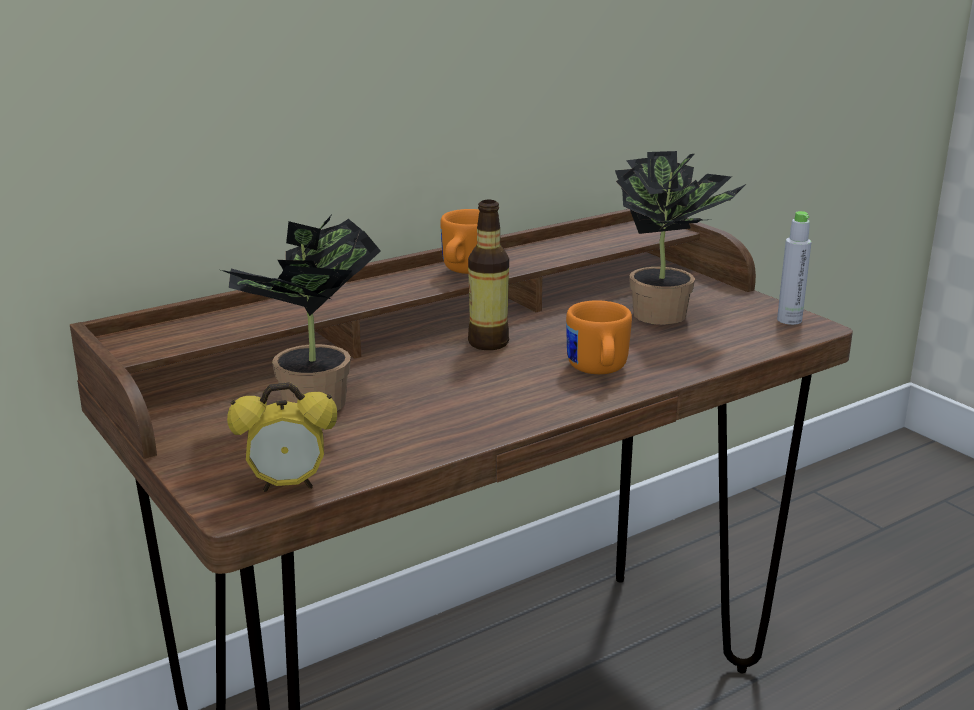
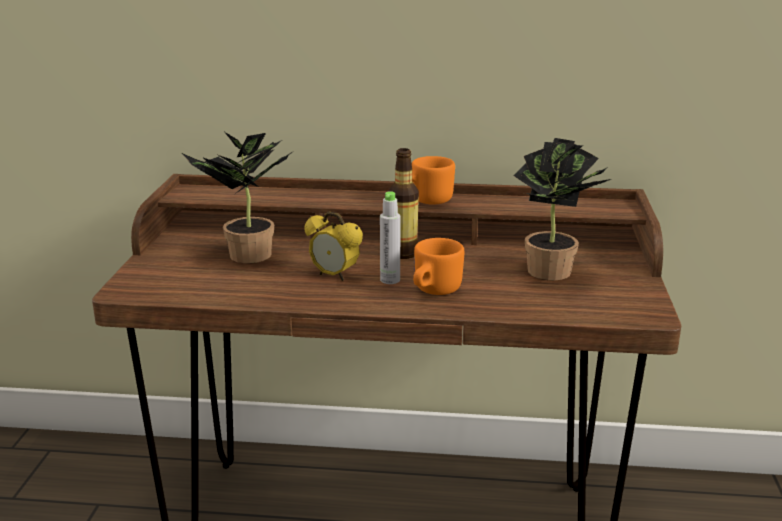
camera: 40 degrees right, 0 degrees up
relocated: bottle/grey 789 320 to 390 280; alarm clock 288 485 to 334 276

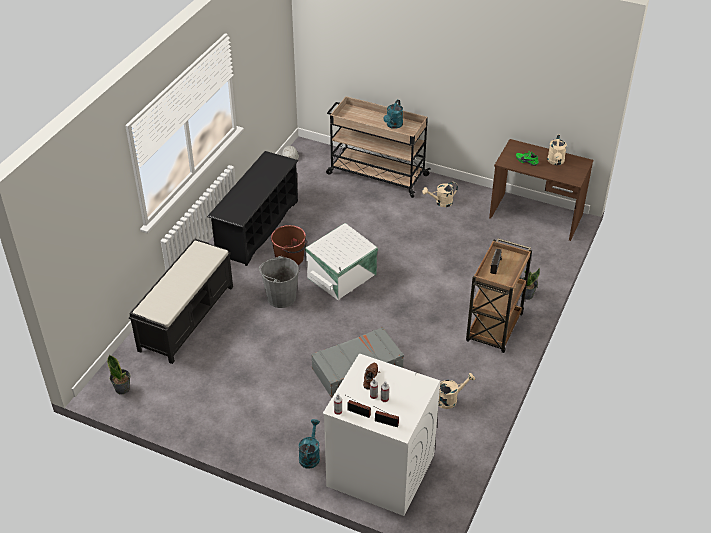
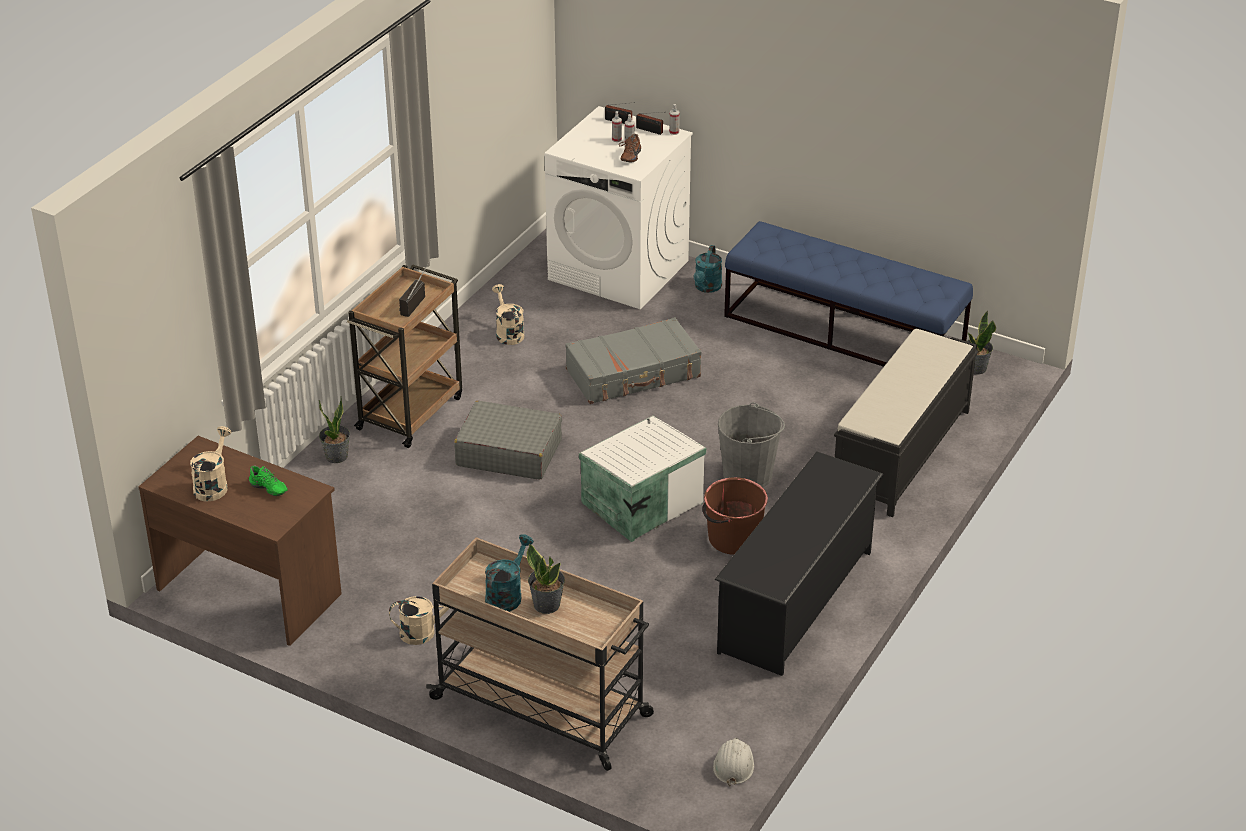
camera: 175 degrees left, 5 degrees down
appeared: bench/blue 844 331; suitcase/grey 508 452; potted plant 547 604
spun: watering can/beige 450 399 = 508 333 90 degrees clockwise

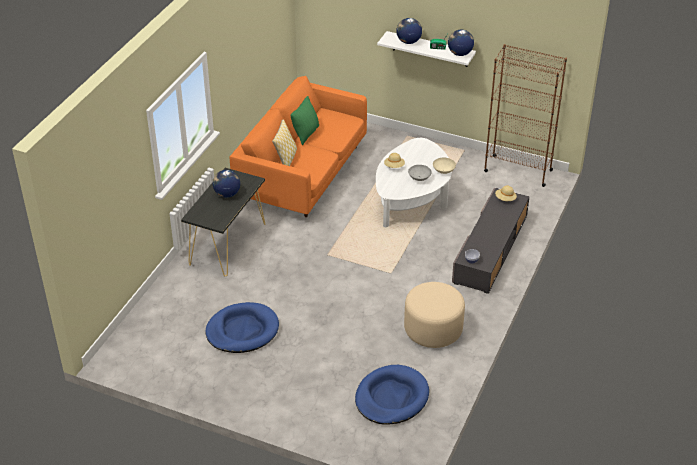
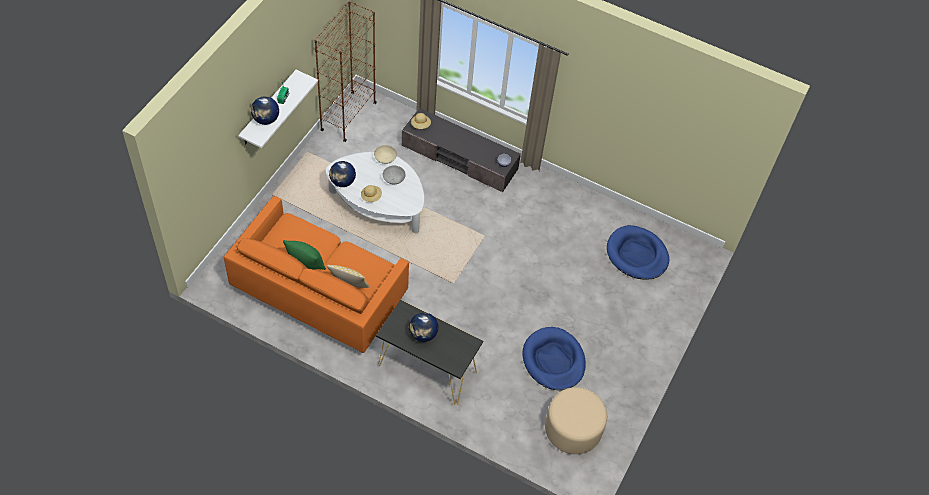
camera: 90 degrees left, 15 degrees up
relocated: globe 460 54 to 342 182; ottoman/beige 433 329 to 573 429

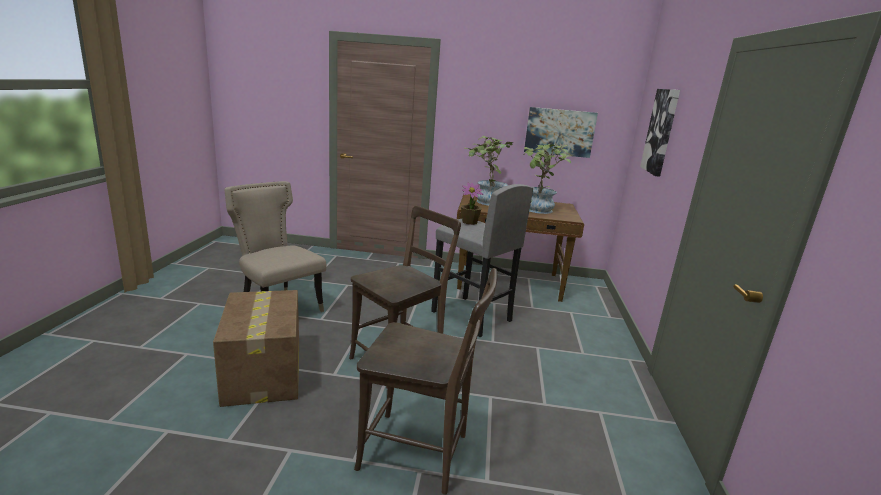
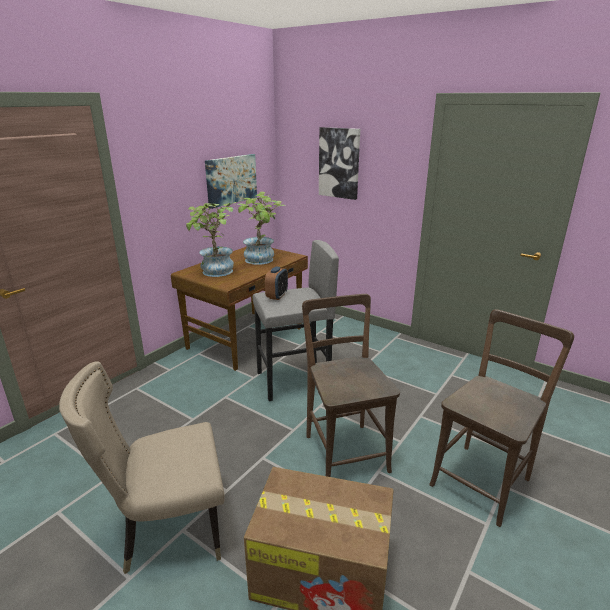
camera: 60 degrees left, 5 degrees up
exchanged: potted plant 470 222 to alarm clock 277 296

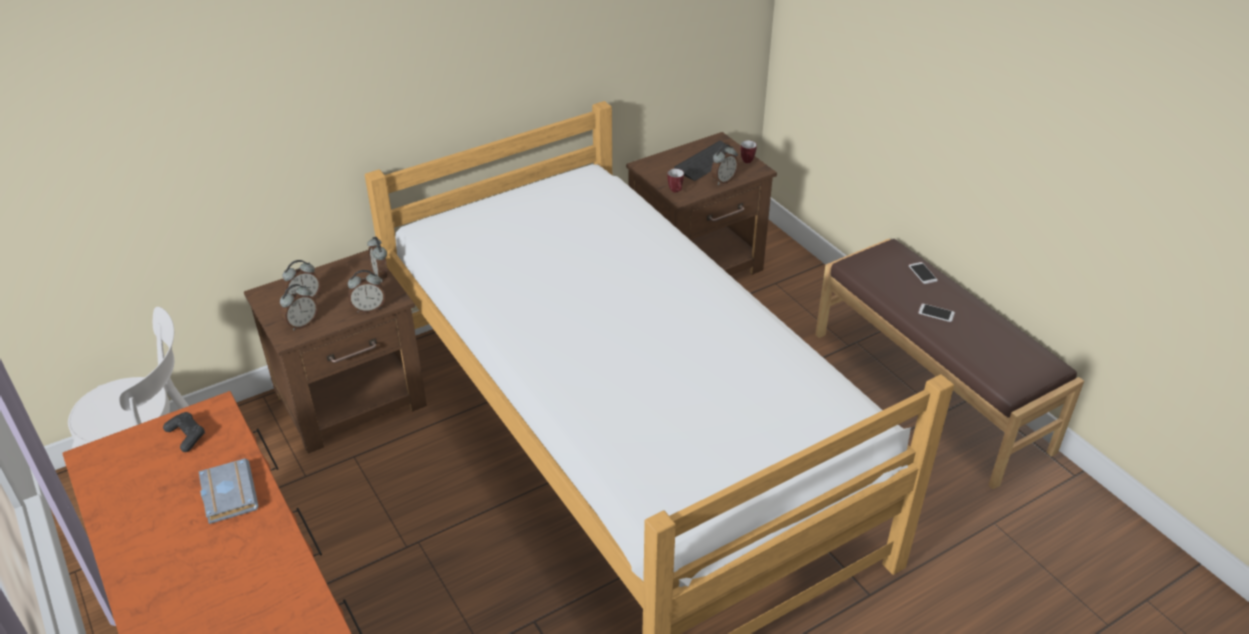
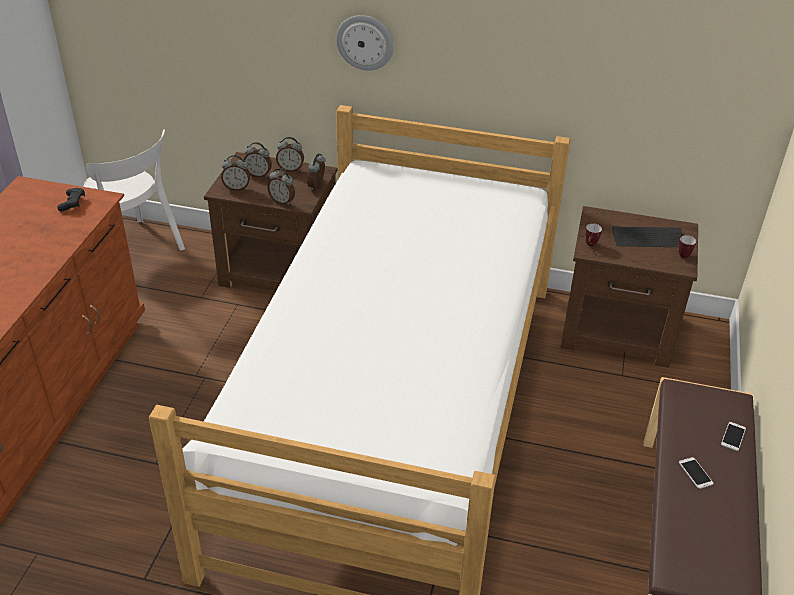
camera: 45 degrees right, 0 degrees up
missing: book/grey 227 494
appeared: wall clock 365 42
relocated: alarm clock 723 180 to 290 169

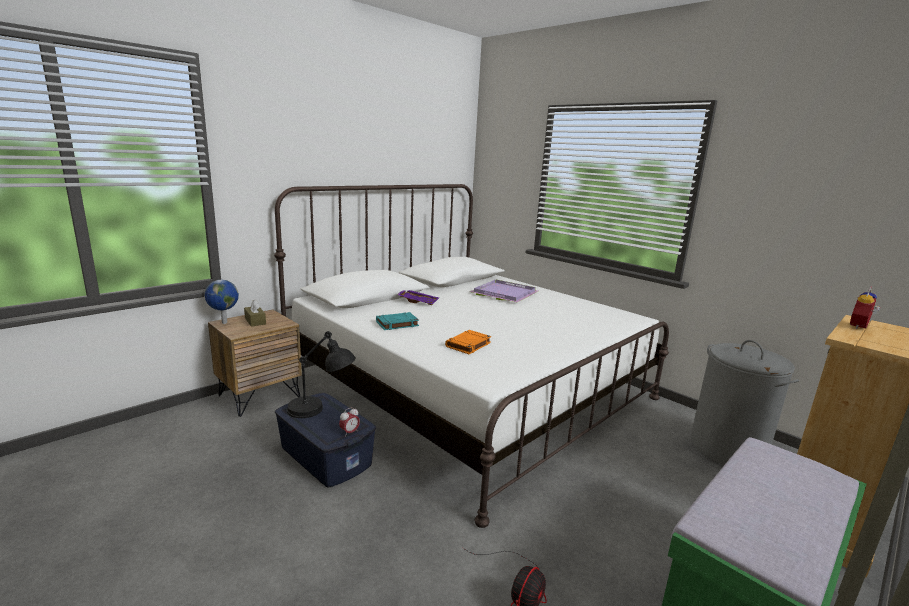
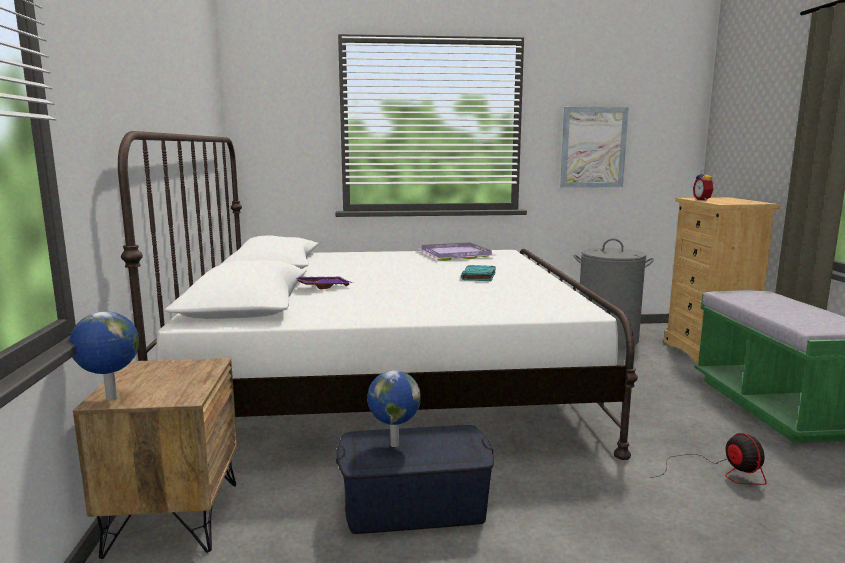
camera: 50 degrees left, 5 degrees down
missing: tissue box/brown 255 321; book/orange 468 345; alarm clock 349 432
appeared: picture 593 147
relocated: tray/purple 503 293 to 455 255; book/turquoise 396 324 to 479 276
exchanged: table lamp/black 321 410 to globe 393 444

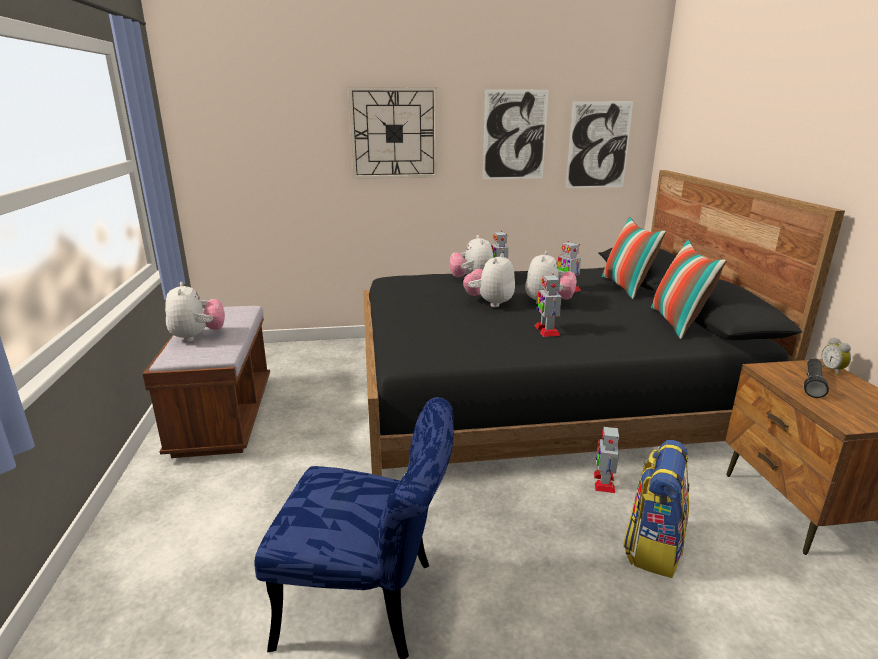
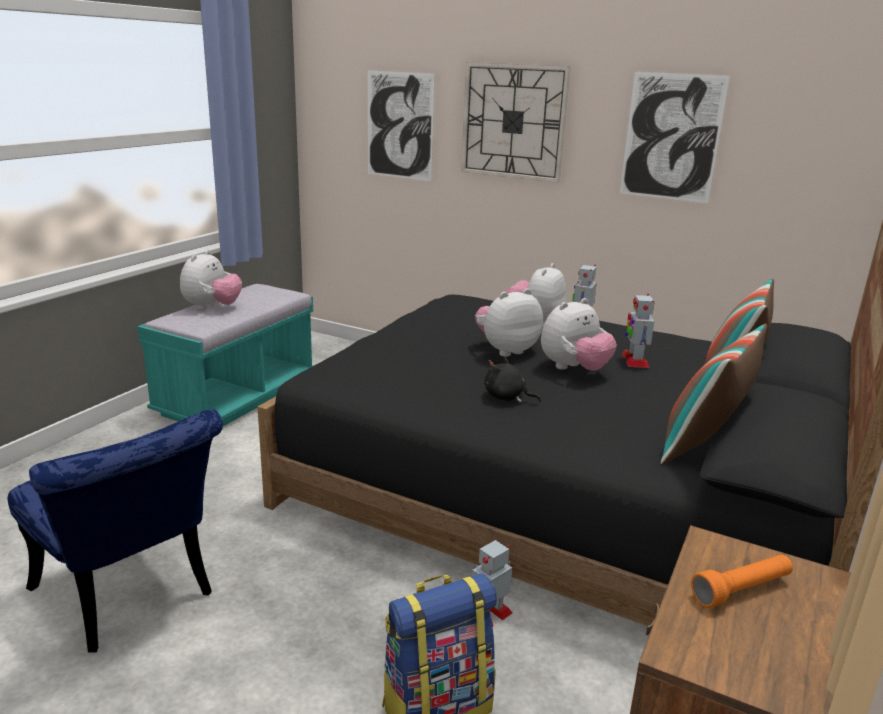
camera: 35 degrees right, 0 degrees up
missing: alarm clock 833 370
relocated: picture 598 145 to 399 126
exchanged: toy robot 546 330 to plush toy/black 507 397
colour: bench/brown 223 417 to bench/turquoise 237 397; flashlight/black 812 384 to flashlight/orange 741 590

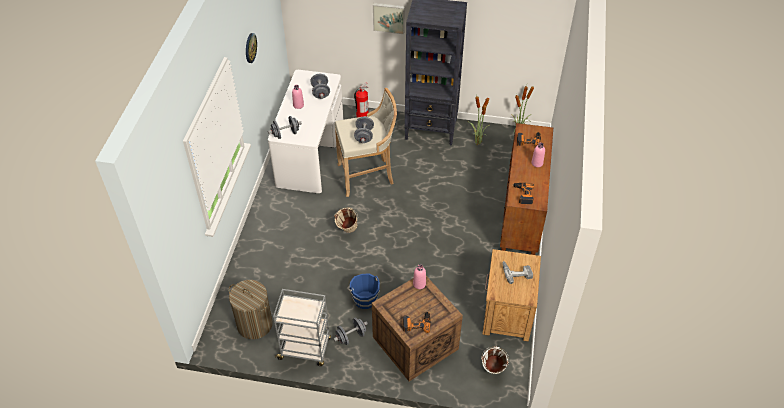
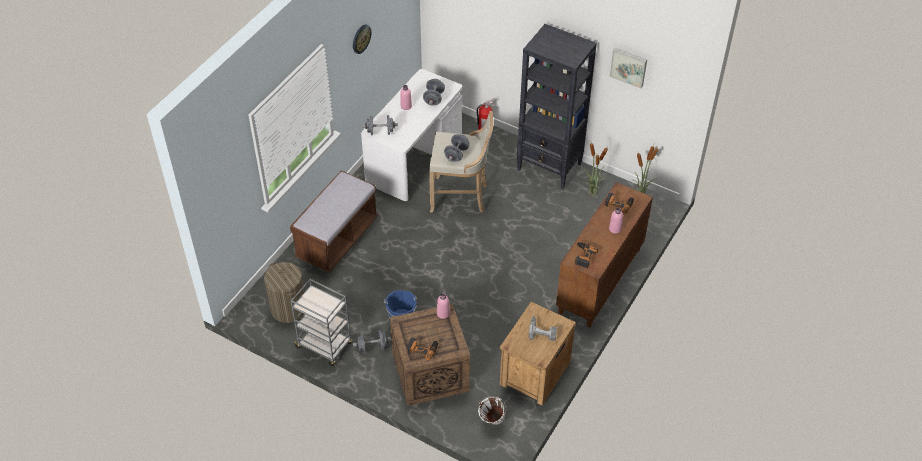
camera: 20 degrees right, 0 degrees up
missing: bucket/beige 347 231
appeared: bench/brown 337 239
relocated: picture 389 17 to 629 67

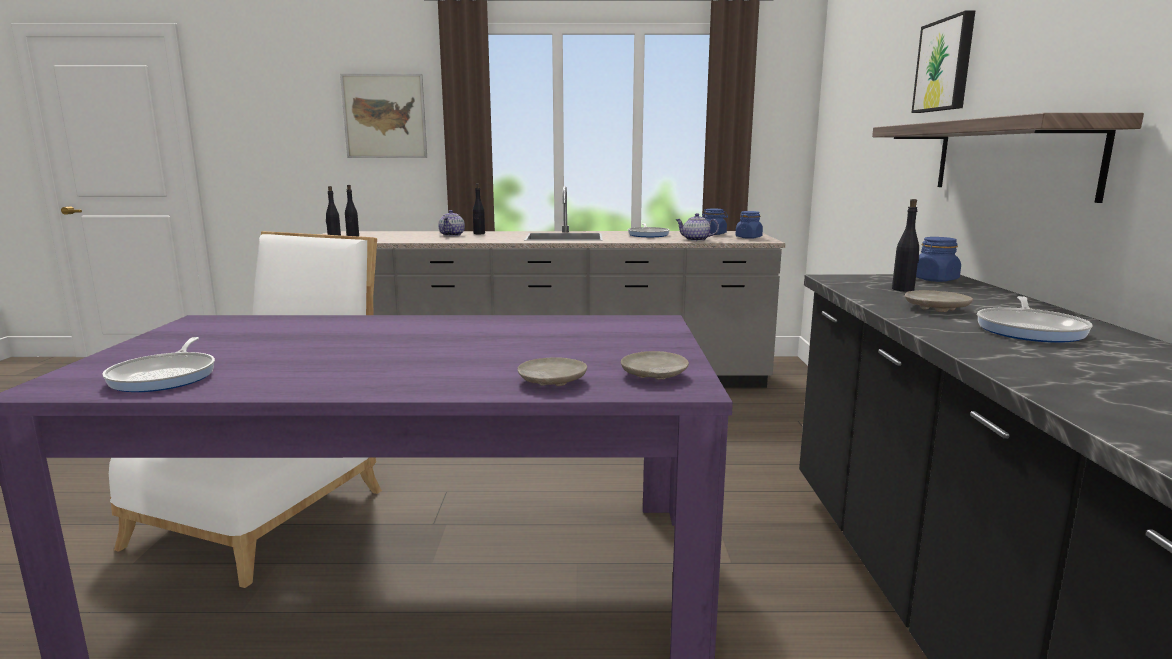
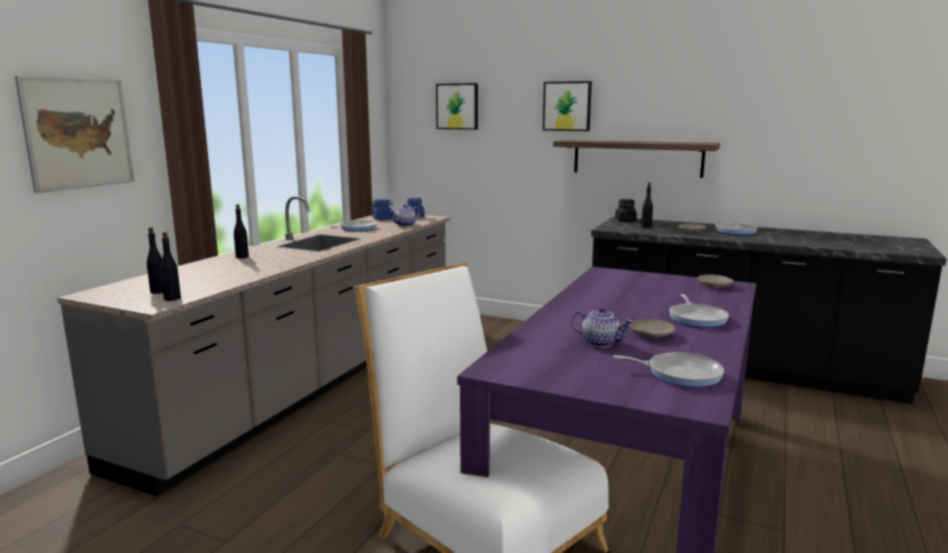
camera: 65 degrees left, 0 degrees up
appeared: picture 457 106; frying pan 697 318
relocated: teapot 452 235 to 600 342; plate/beige 551 381 to 651 335
colour: jar/blue 934 279 to jar/black 625 221

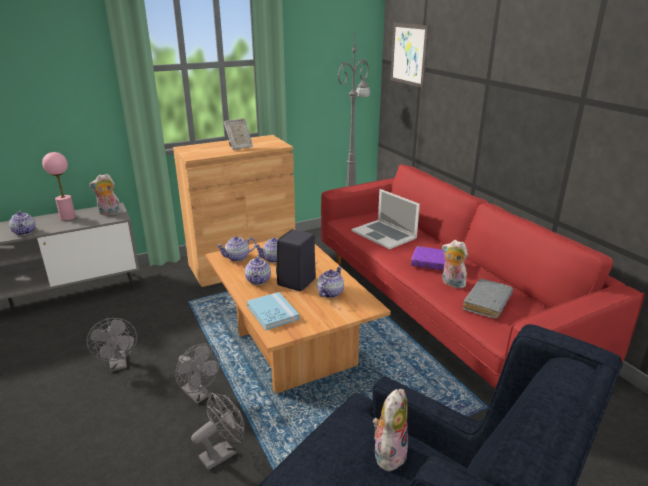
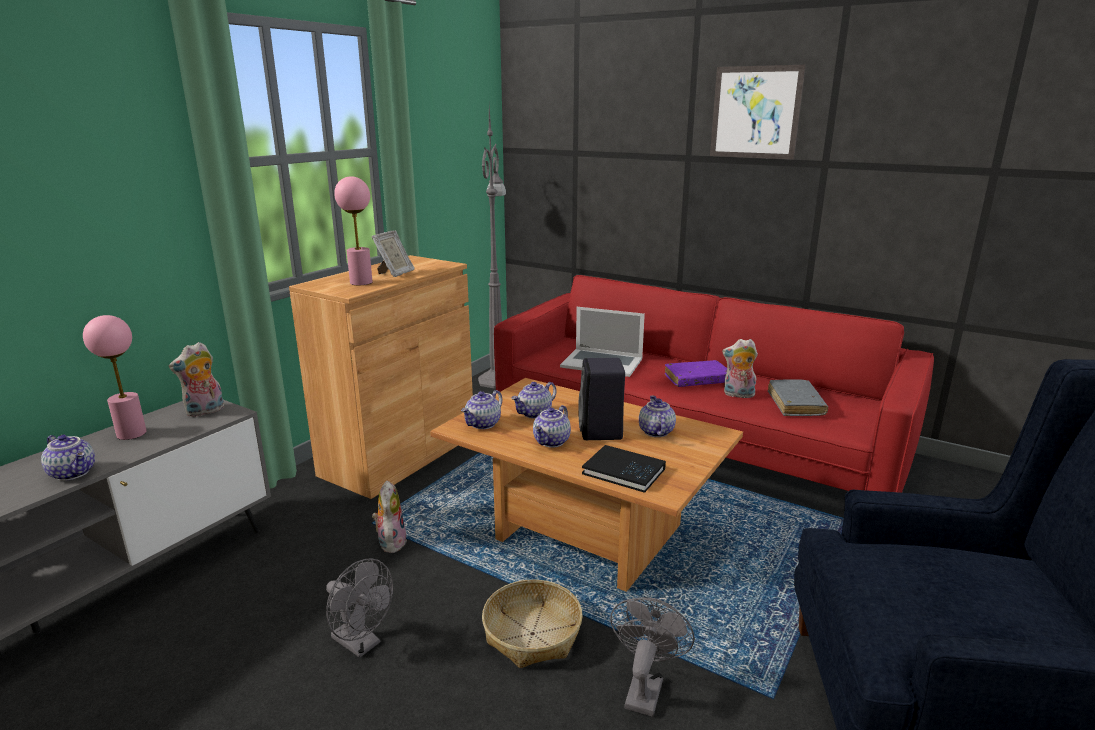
camera: 30 degrees left, 5 degrees down
appeared: table lamp/pink 361 282
relocated: picture 409 54 to 755 112; plush toy 388 453 to 391 542
exchanged: fan/grey 199 395 to basket 532 633
colour: book/blue 272 312 to book/black 623 471
spun: teapot 259 280 = 552 442 60 degrees clockwise

